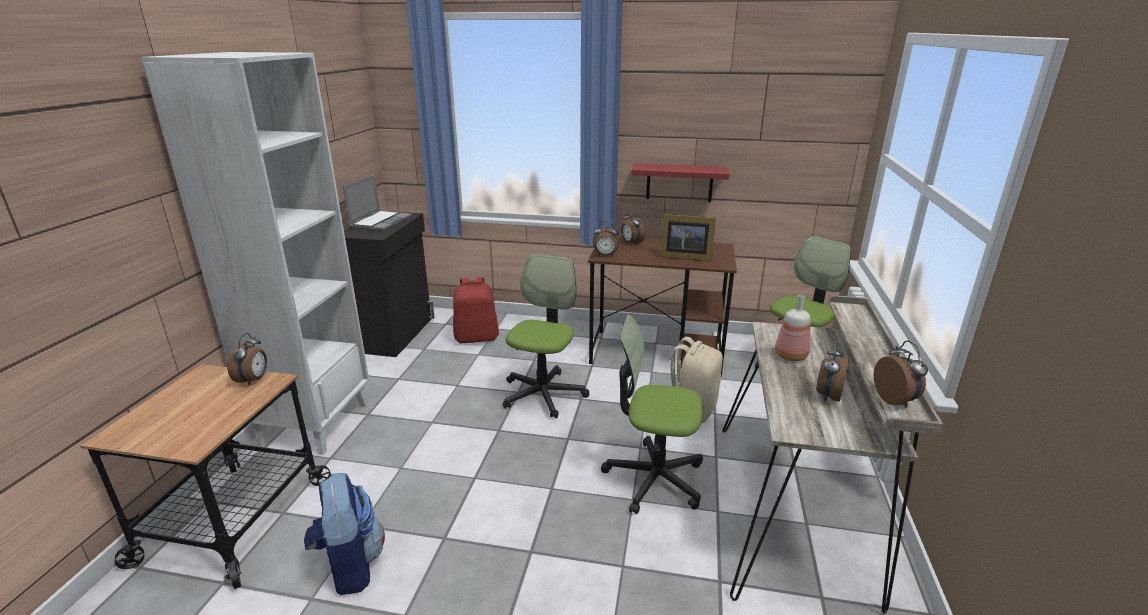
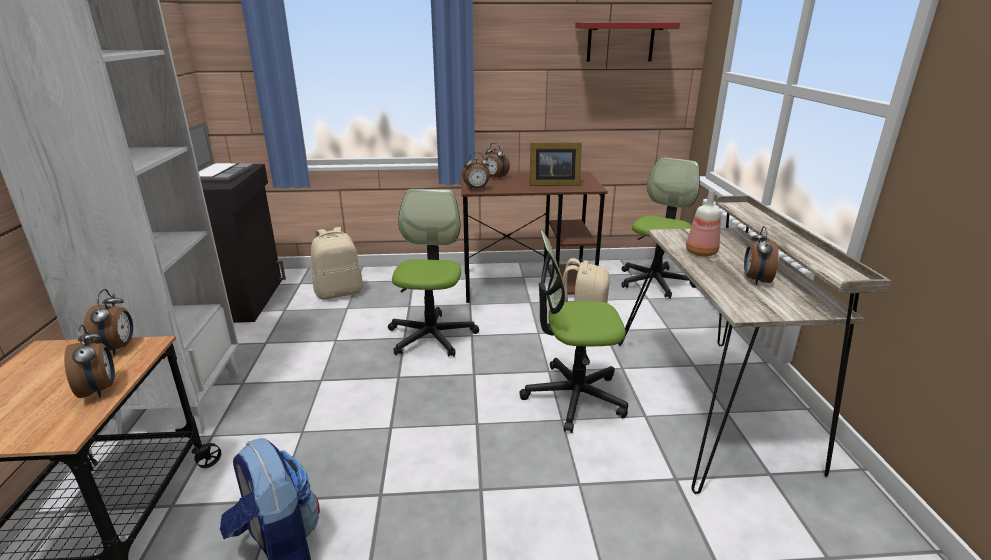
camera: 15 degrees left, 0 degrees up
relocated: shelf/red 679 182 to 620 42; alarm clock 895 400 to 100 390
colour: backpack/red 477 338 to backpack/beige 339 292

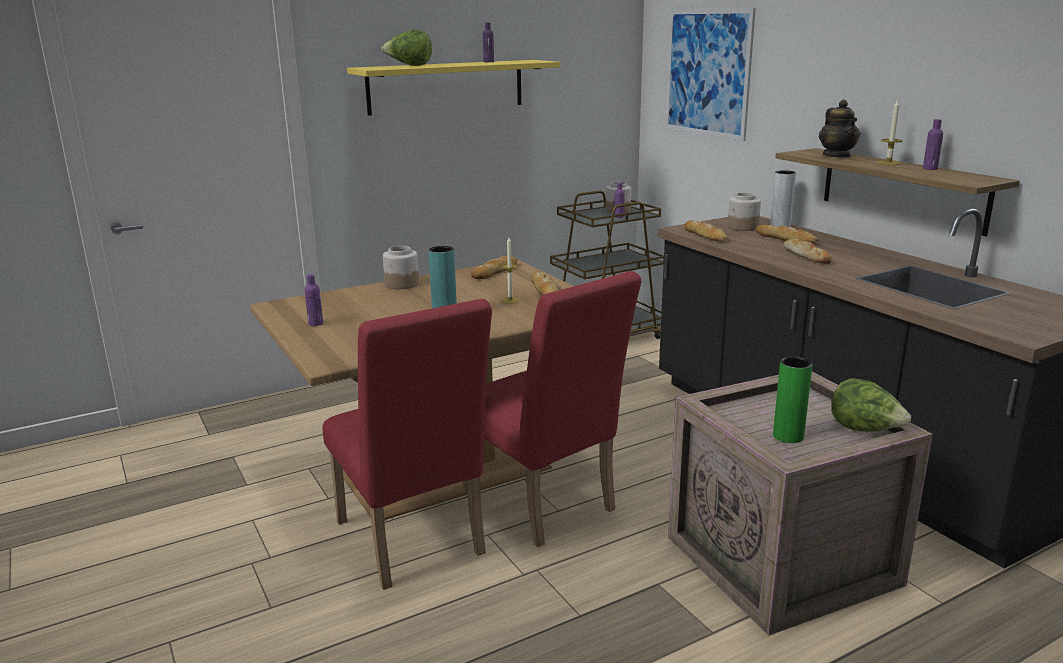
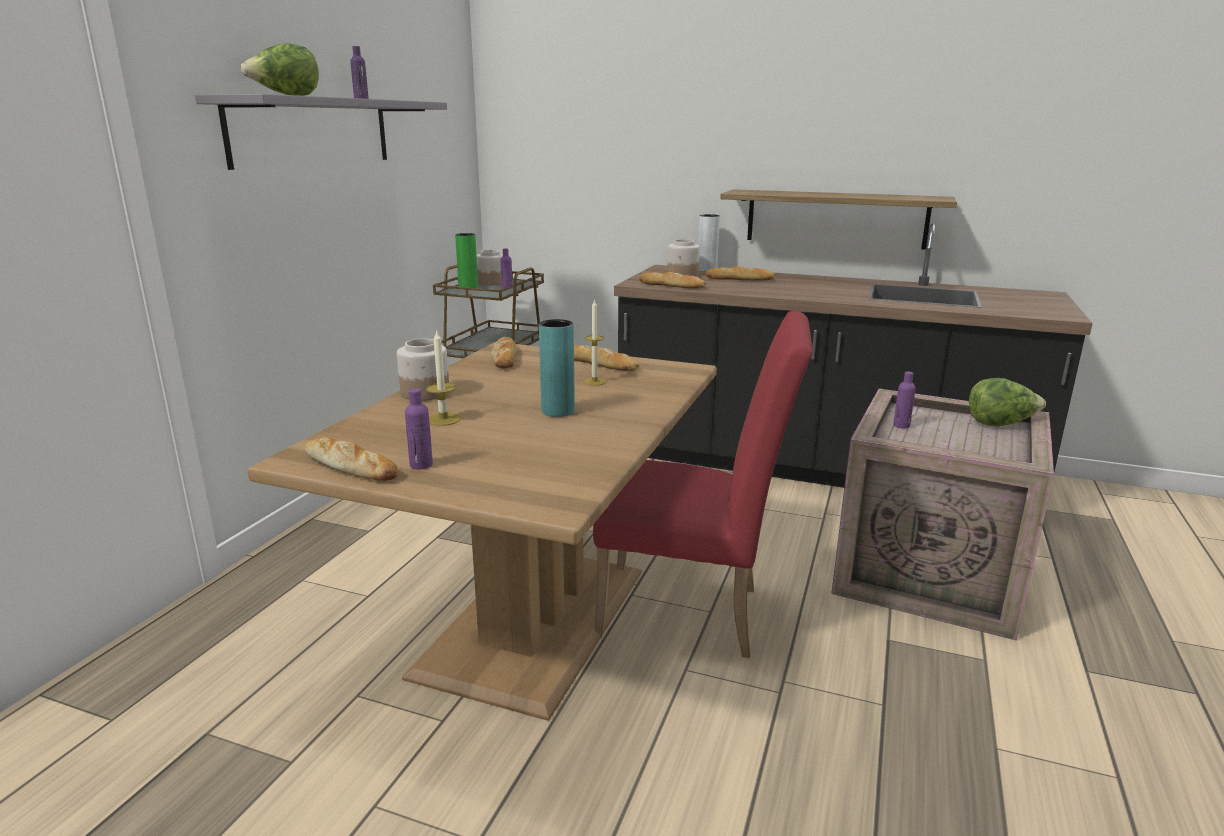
camera: 40 degrees left, 0 degrees up
missing: picture 707 73; teapot 837 156; chair/red 412 544
relocated: candle 888 163 to 443 419; bottle/purple 930 168 to 901 425; bread 806 256 to 350 466; vase/green 788 436 to 468 287
colour: shelf/yellow 446 86 to shelf/grey 312 132

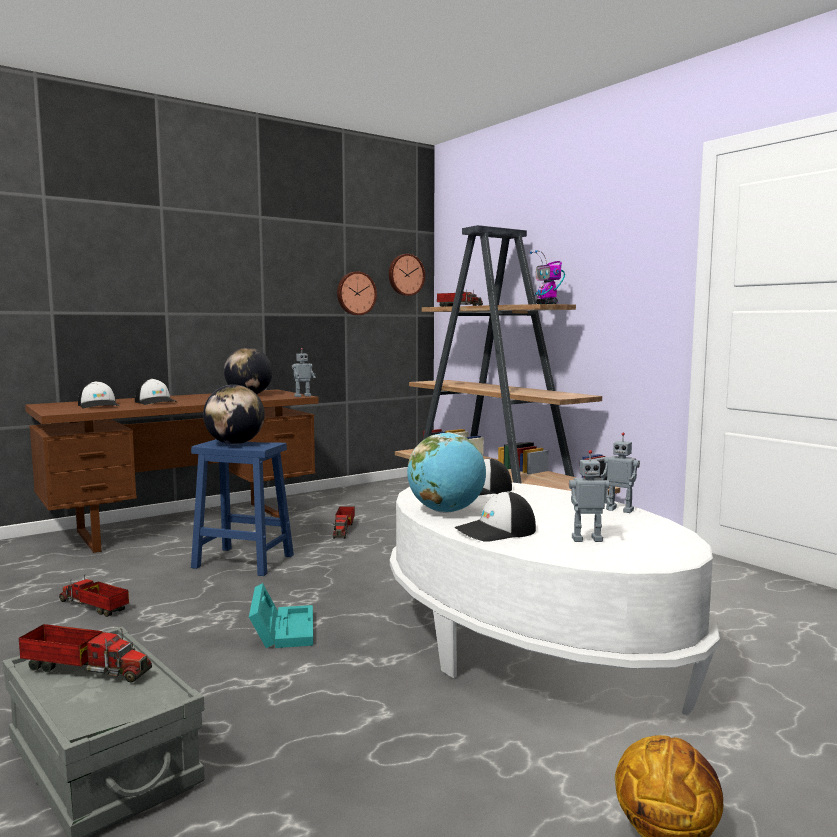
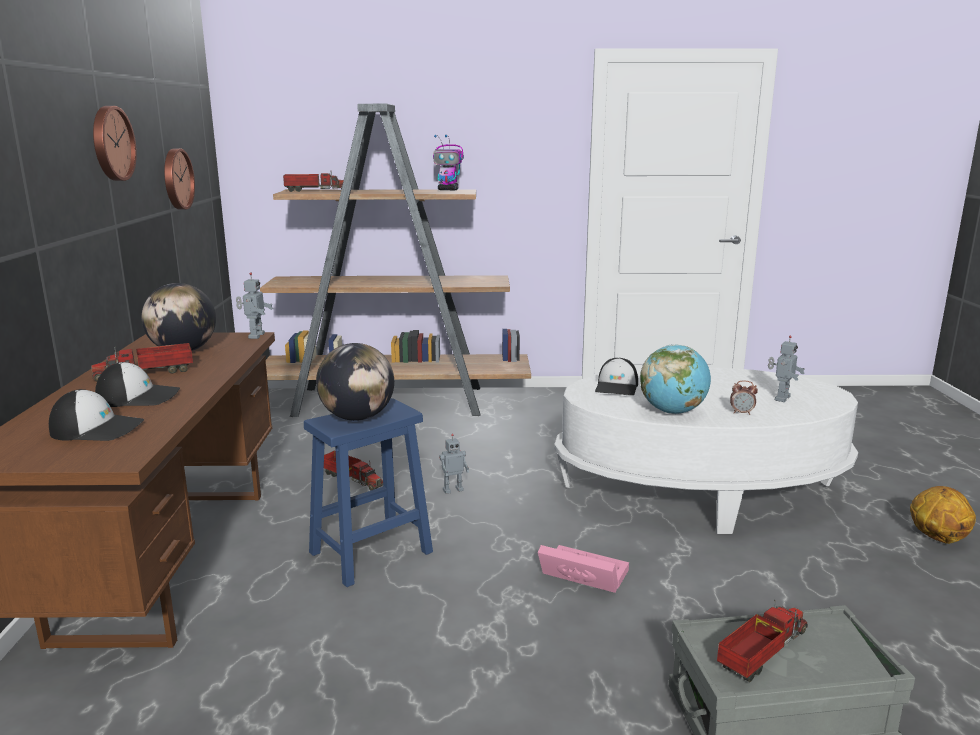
camera: 55 degrees left, 10 degrees up
relocated: wall clock 405 275 to 111 143; toy robot 620 510 to 452 490; toy truck 94 607 to 147 373
exchanged: cap 496 531 to alarm clock 741 413
colour: storage box/turquoise 282 629 to storage box/pink 580 575

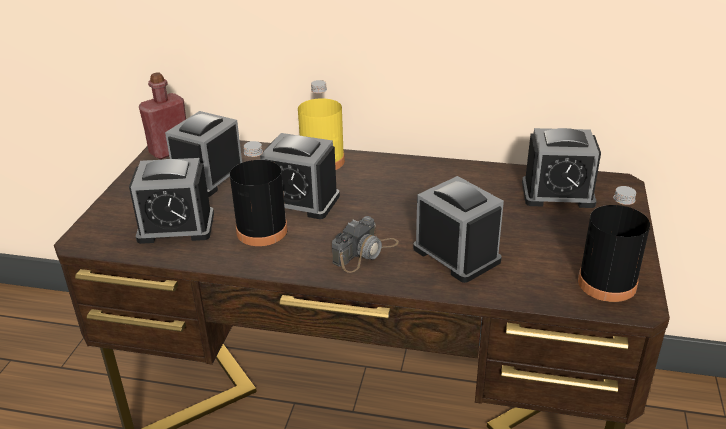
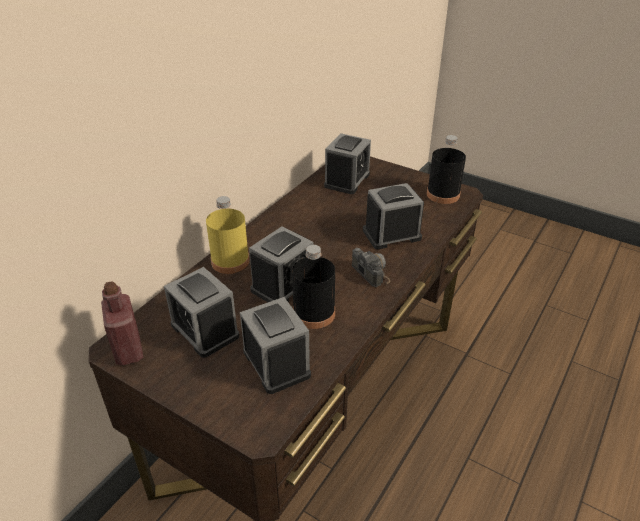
camera: 70 degrees left, 5 degrees up
spun: alarm clock 176 227 = 276 363 45 degrees counterclockwise

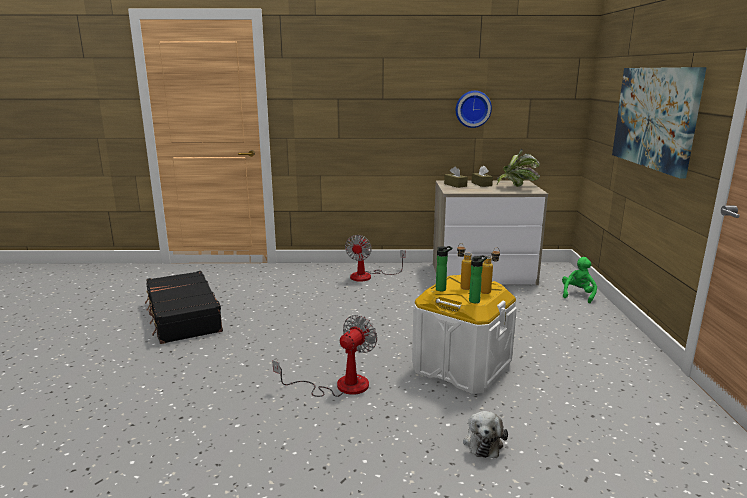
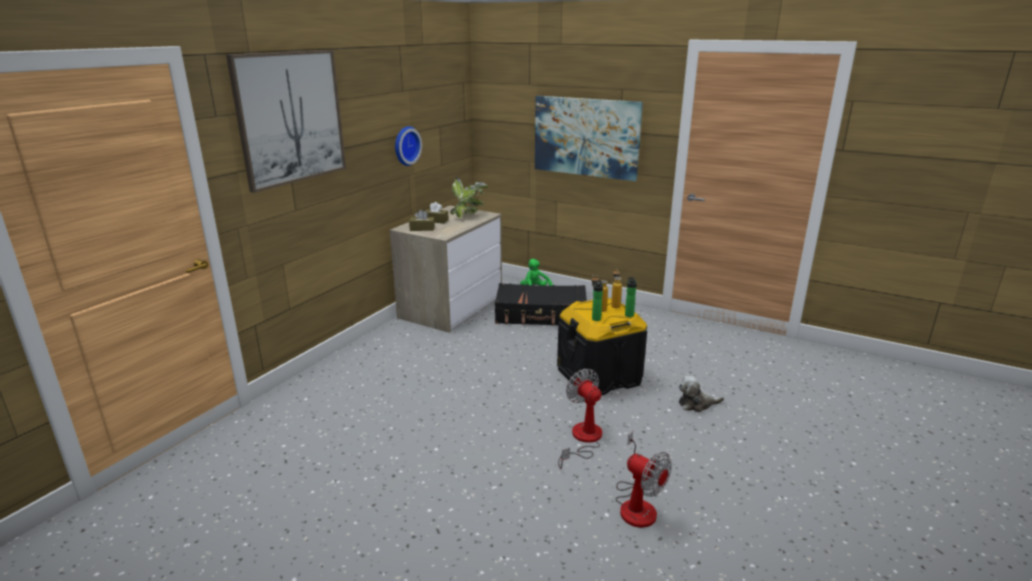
camera: 60 degrees left, 5 degrees up
appeared: picture 290 118
relocated: fan 368 276 to 637 504; suitcase/black 183 317 to 541 315
colour: storage box/white 461 367 to storage box/black 599 376
spun: plush toy 483 442 = 696 404 135 degrees clockwise

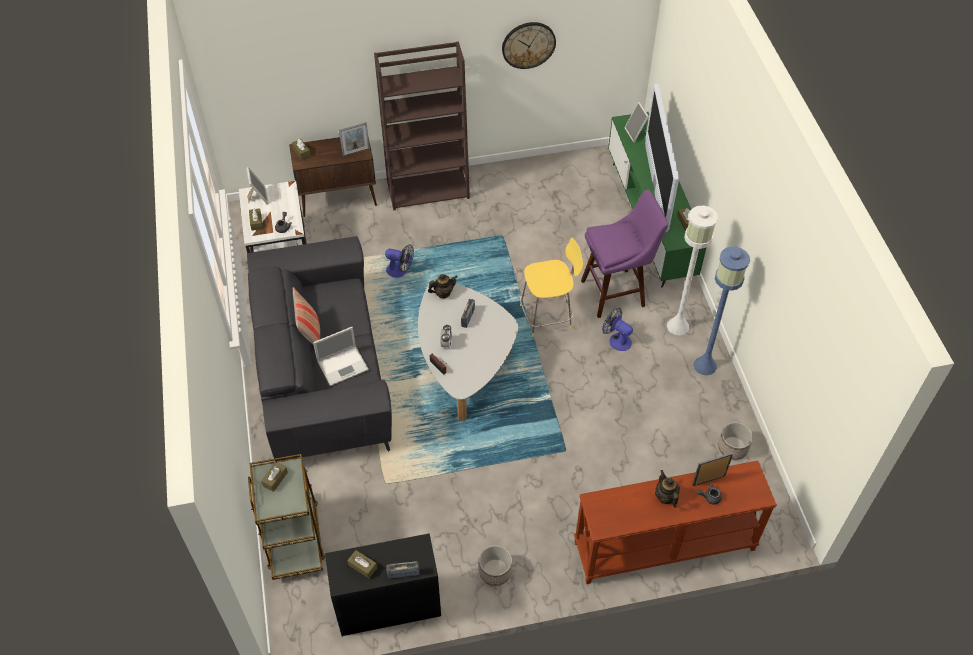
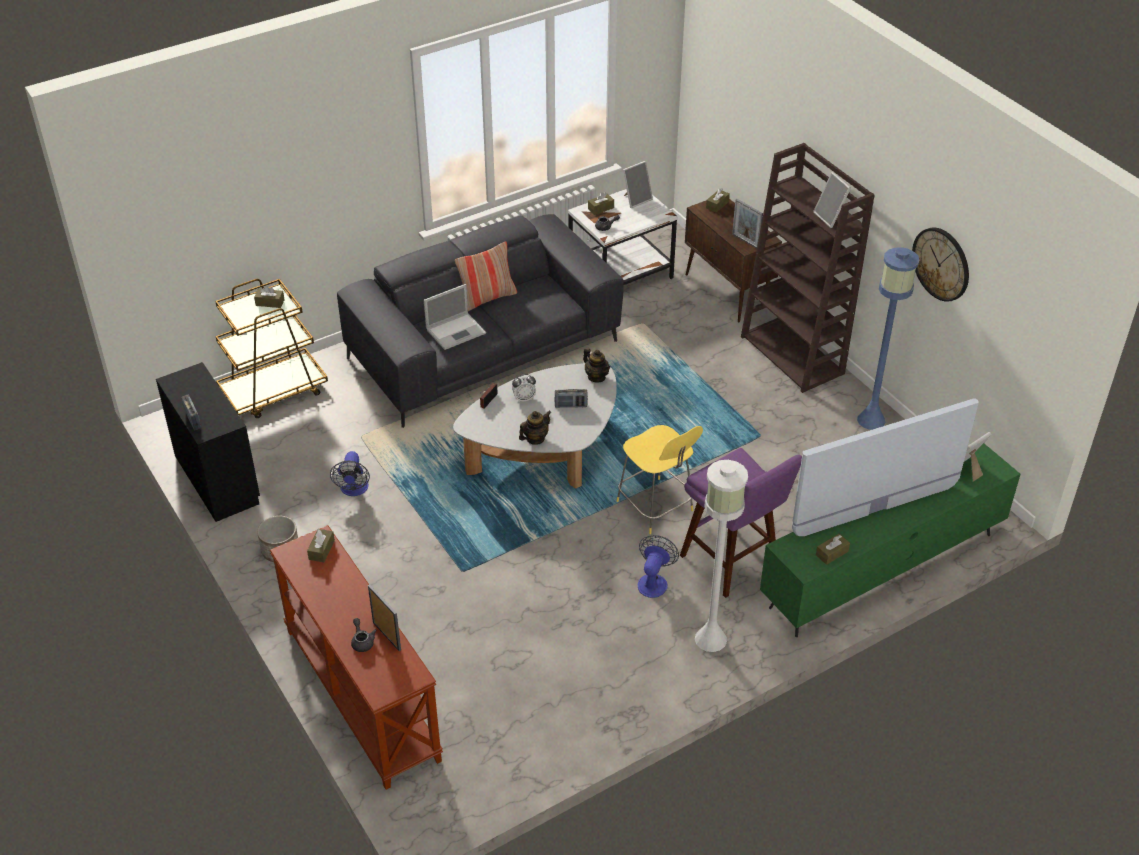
camera: 70 degrees right, 10 degrees down
missing: planter 733 448
appeared: picture frame 831 217
relocated: fan 400 271 to 354 490; floor lamp/blue 704 366 to 870 420; teapot 665 497 to 535 439; tissue box/brown 362 566 to 321 550
spun: laptop 343 365 = 456 331 75 degrees counterclockwise

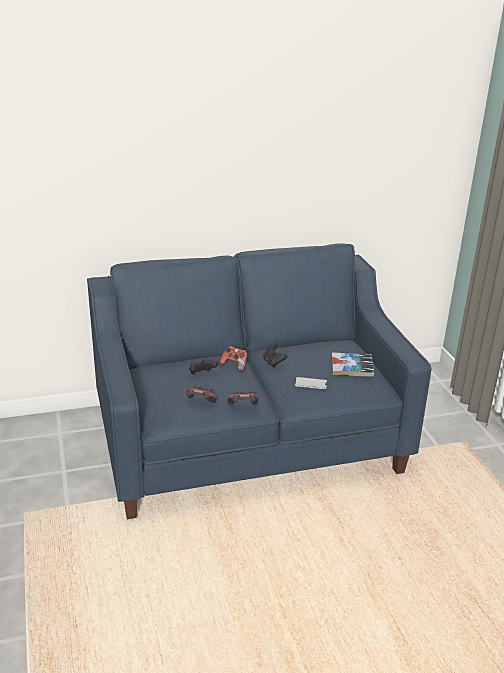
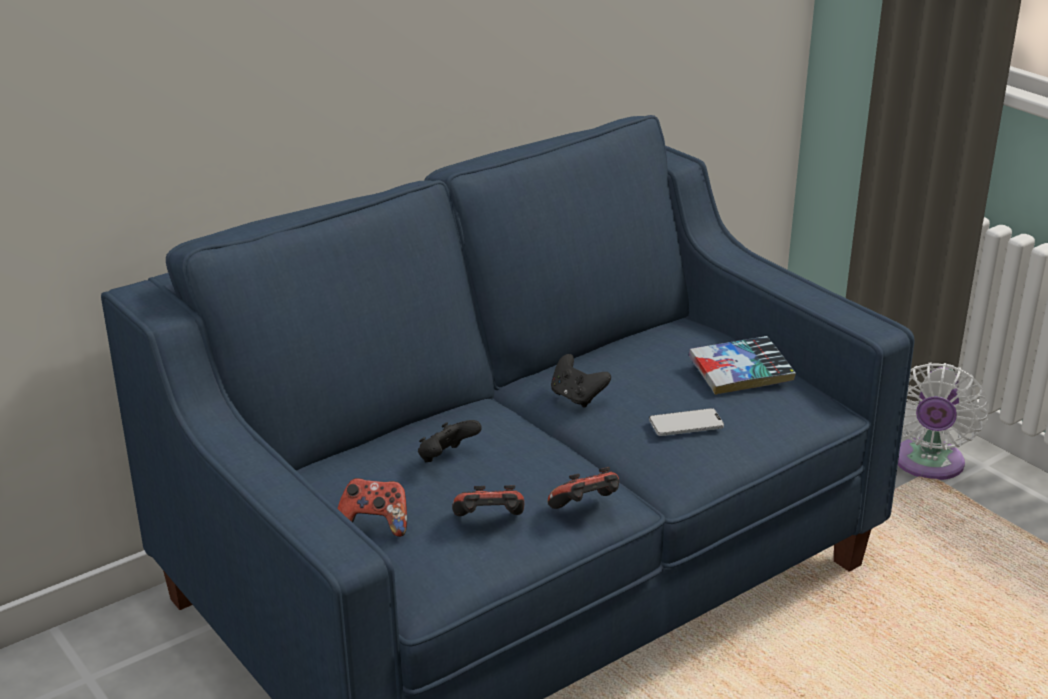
camera: 20 degrees left, 0 degrees up
appeared: fan/white 927 465
relocated: game controller 234 365 to 375 524

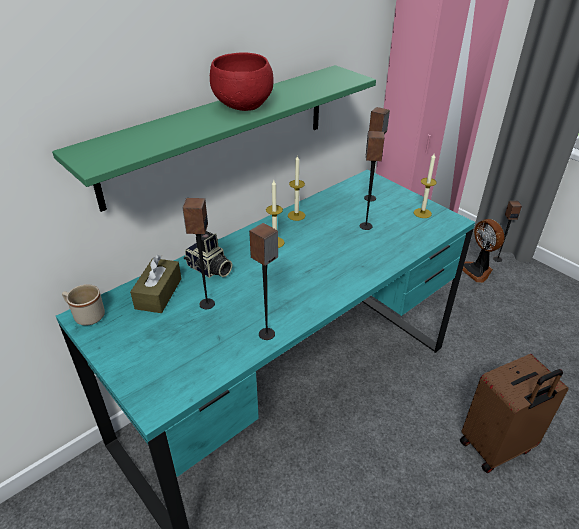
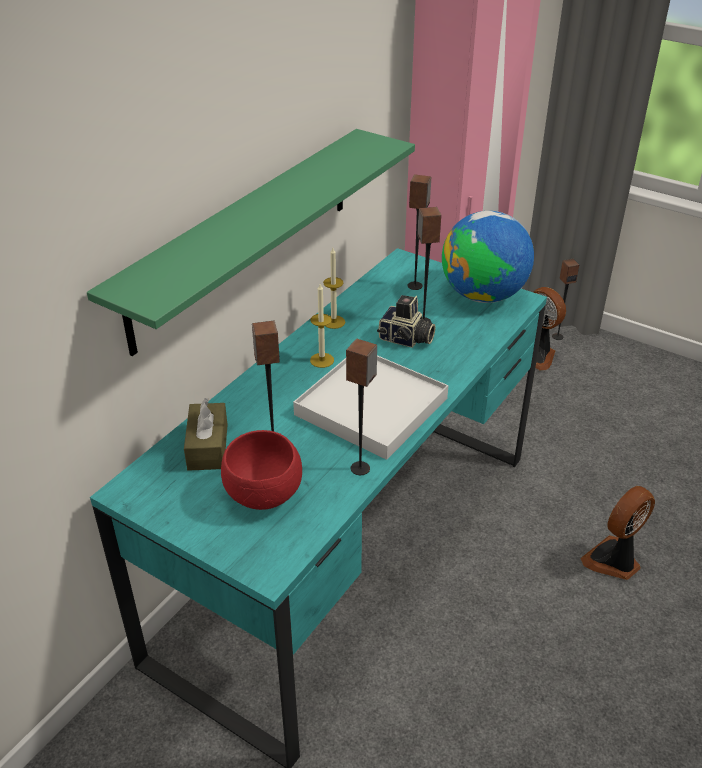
camera: 15 degrees left, 0 degrees up
missing: mug/beige 86 315
appeared: tray/white 371 407
relocated: bowl/red 244 107 to 266 496; photo camera 209 269 to 406 339
exchanged: candle 422 213 to globe 483 295; suitcase/brown 497 447 to fan 614 561

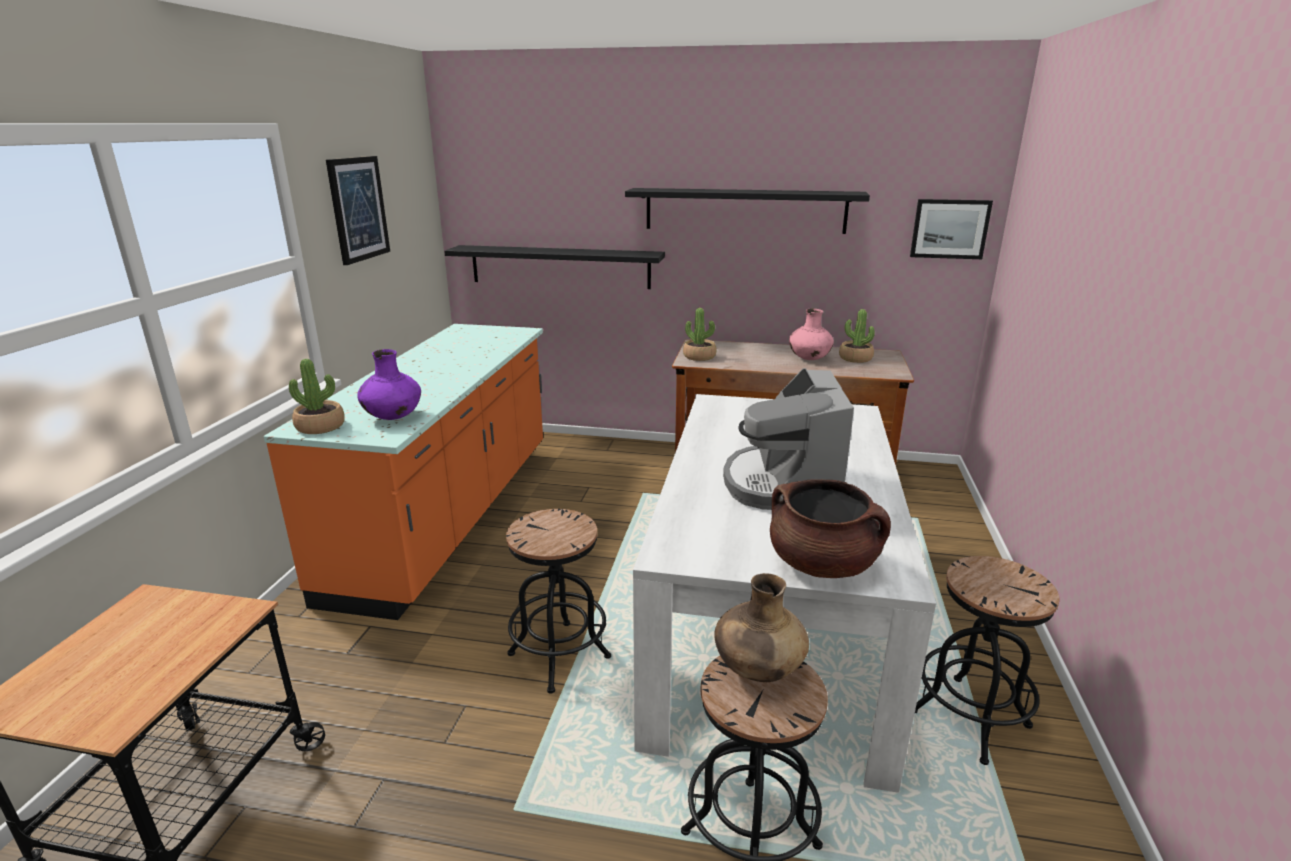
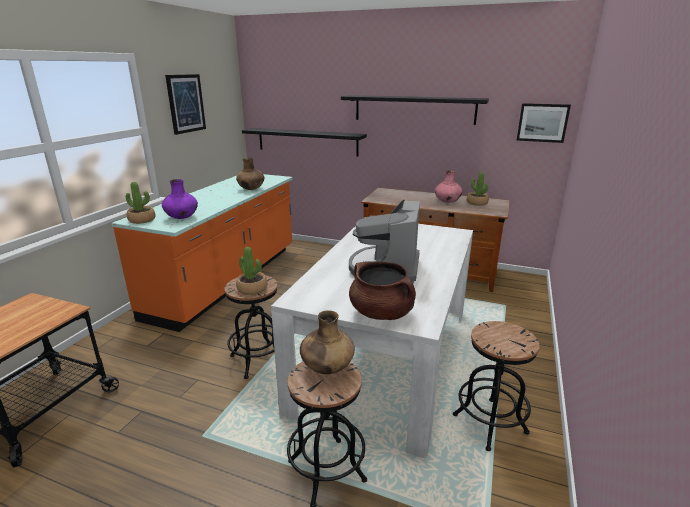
camera: 10 degrees right, 0 degrees up
appeared: vase/brown 251 189
relocated: potted plant 699 356 to 252 289

